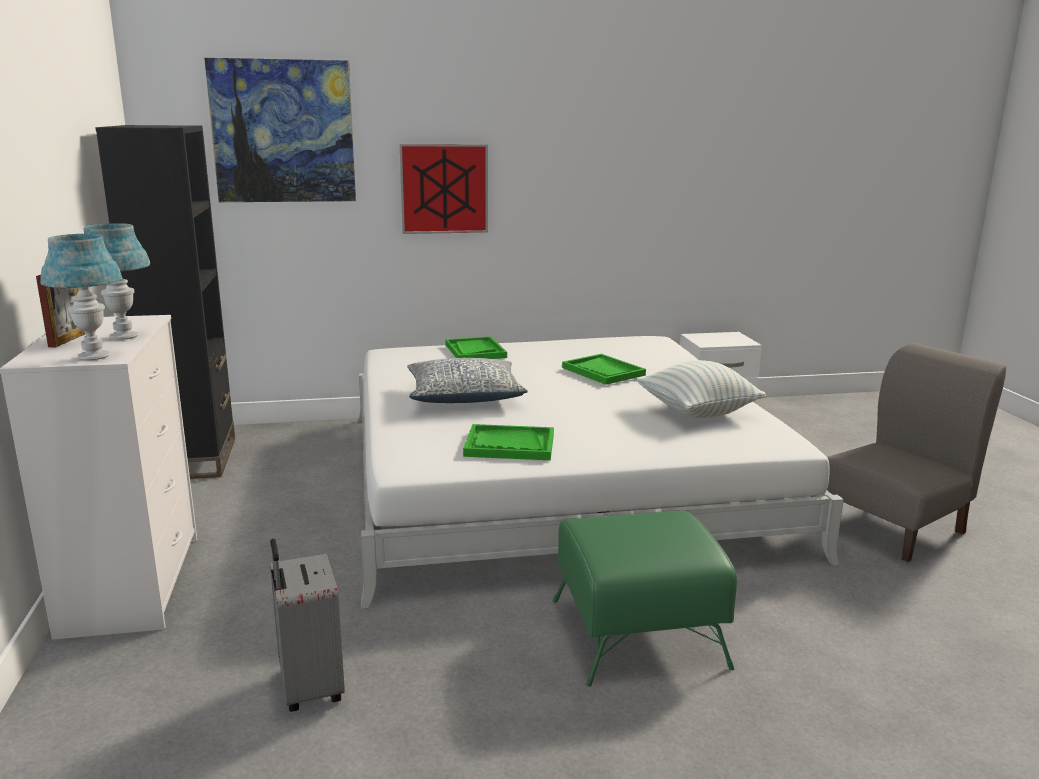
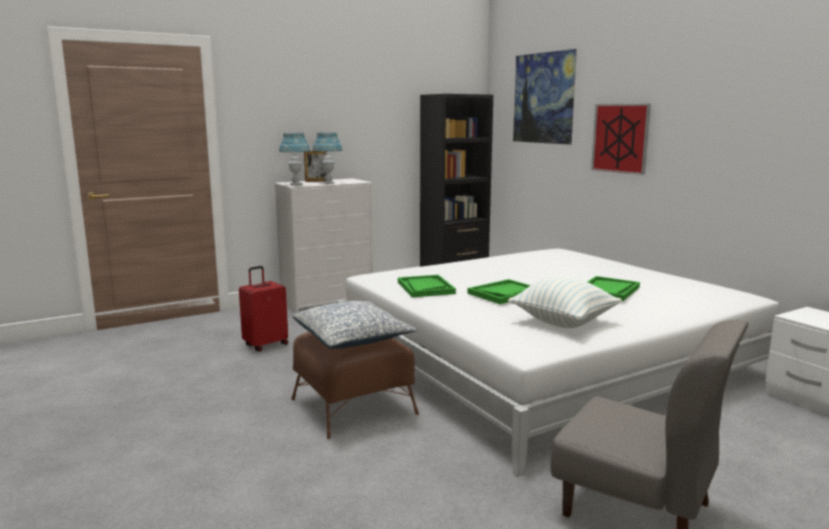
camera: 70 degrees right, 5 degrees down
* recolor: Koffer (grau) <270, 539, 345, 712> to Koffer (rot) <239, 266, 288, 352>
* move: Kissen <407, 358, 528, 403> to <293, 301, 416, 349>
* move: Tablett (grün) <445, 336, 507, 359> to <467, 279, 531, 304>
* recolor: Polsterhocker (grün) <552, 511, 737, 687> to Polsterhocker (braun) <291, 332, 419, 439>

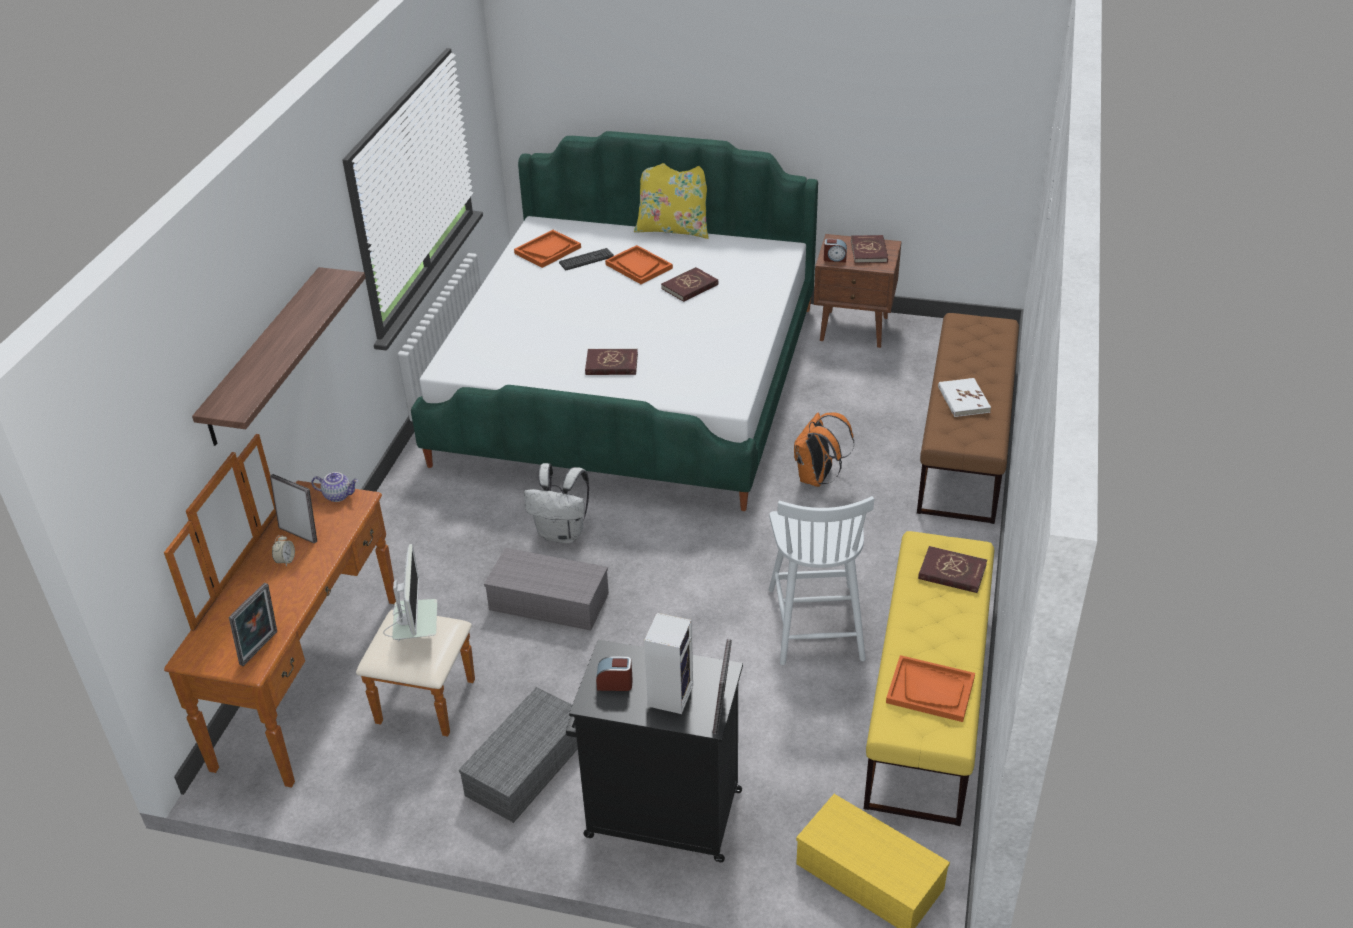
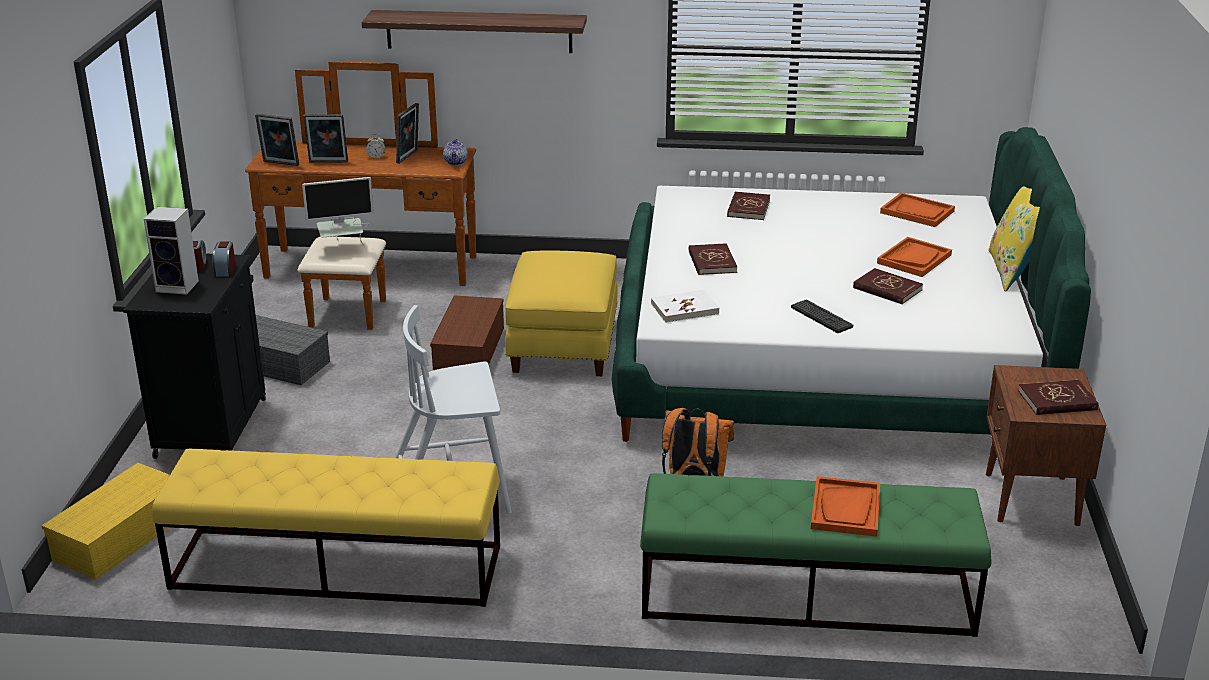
camera: 80 degrees right, 10 degrees down
* recolor: Aufbewahrungsbox (grau) <484, 548, 609, 630> to Aufbewahrungsbox (braun) <430, 295, 504, 370>
* replace: Rucksack (weiß) <524, 463, 589, 543> to Polsterhocker (gelb) <505, 251, 618, 376>
* move: Tastatur <559, 248, 614, 270> to <791, 299, 853, 333>
* move: Bilderrahmen <712, 639, 732, 734> to <303, 114, 348, 163>
* move: Wecker <824, 239, 847, 262> to <212, 241, 236, 277>
* move: Tablett (orange) <886, 655, 975, 722> to <811, 476, 880, 537>
* recolor: Bank (braun) <917, 313, 1019, 524> to Bank (grün) <640, 473, 992, 637>
* move: Buch (rot) <918, 546, 987, 593> to <727, 191, 770, 220>
* move: Buch (weiß) <938, 378, 991, 417> to <651, 290, 720, 323>

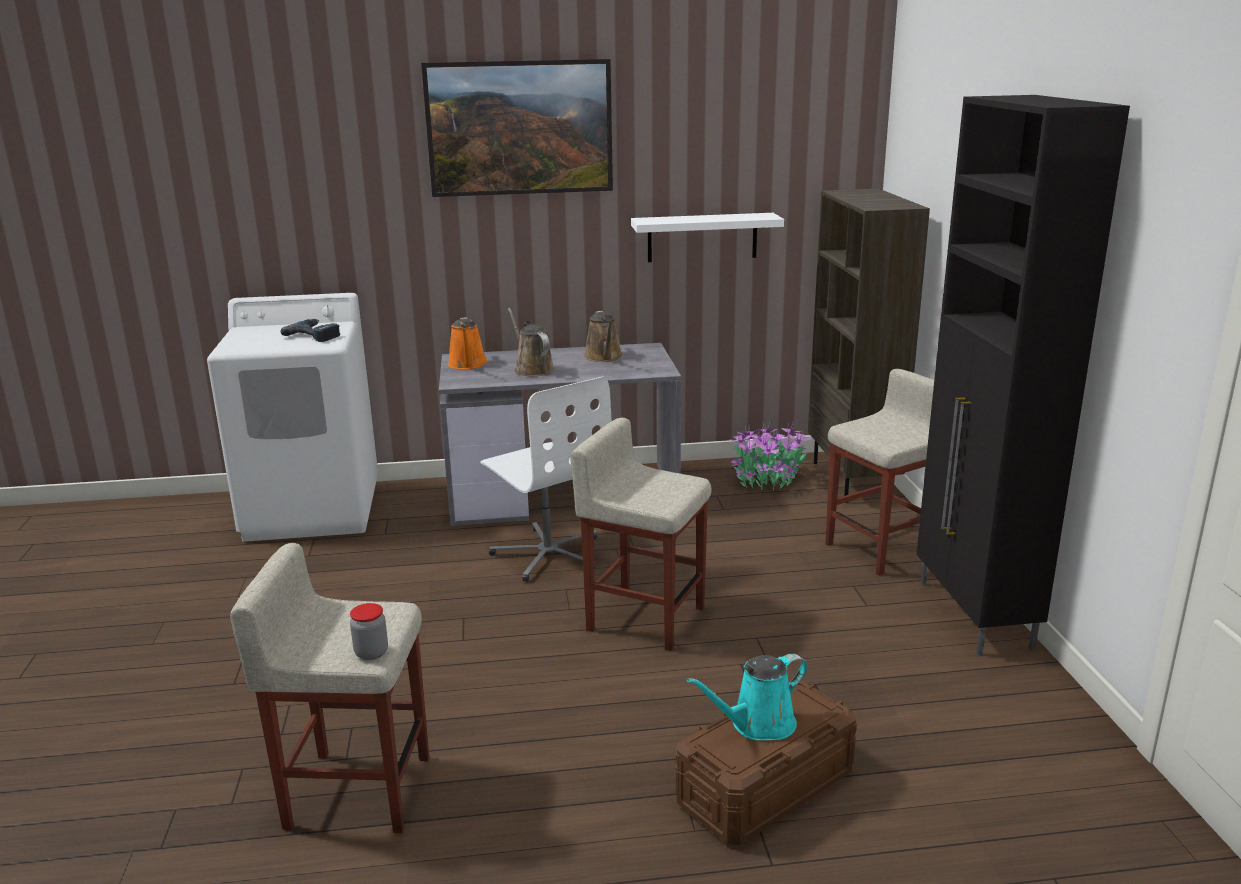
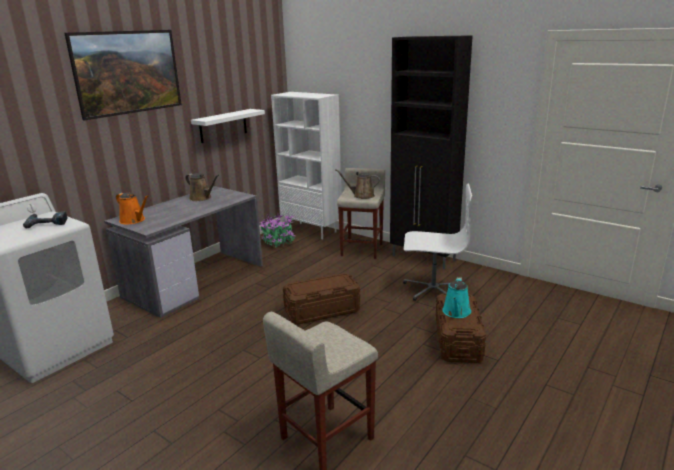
camera: 45 degrees left, 0 degrees up
* delete: Vorratsglas <350, 603, 388, 660>
* move: Bürostuhl (weiß) <480, 377, 612, 582> to <403, 183, 472, 301>
* move: Gießkanne (braun) <508, 308, 554, 376> to <335, 169, 380, 199>
* replace: Hocker (beige) <570, 418, 712, 651> to Aufbewahrungsbox (braun) <283, 273, 360, 324>
* recolor: Bücherregal (braun) <808, 189, 930, 503> to Bücherregal (weiß) <271, 92, 341, 239>

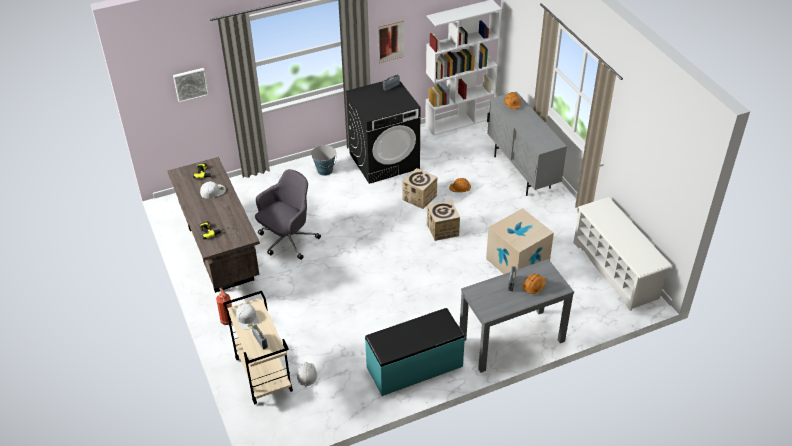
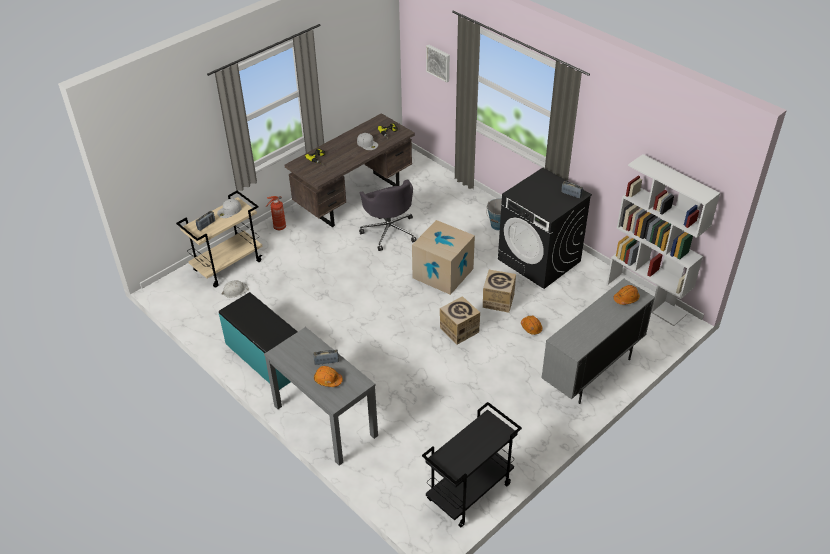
camera: 70 degrees right, 0 degrees up
* rotate: Bürostuhl (grau) <255, 169, 321, 260> = <359, 179, 417, 251> 45 degrees clockwise
* delete: Bild <378, 20, 404, 63>
* move: Karton <486, 208, 554, 274> to <412, 220, 475, 295>
* replace: Schuhregal (weiß) <573, 197, 672, 311> to Rollwagen (schwarz) <422, 402, 522, 528>

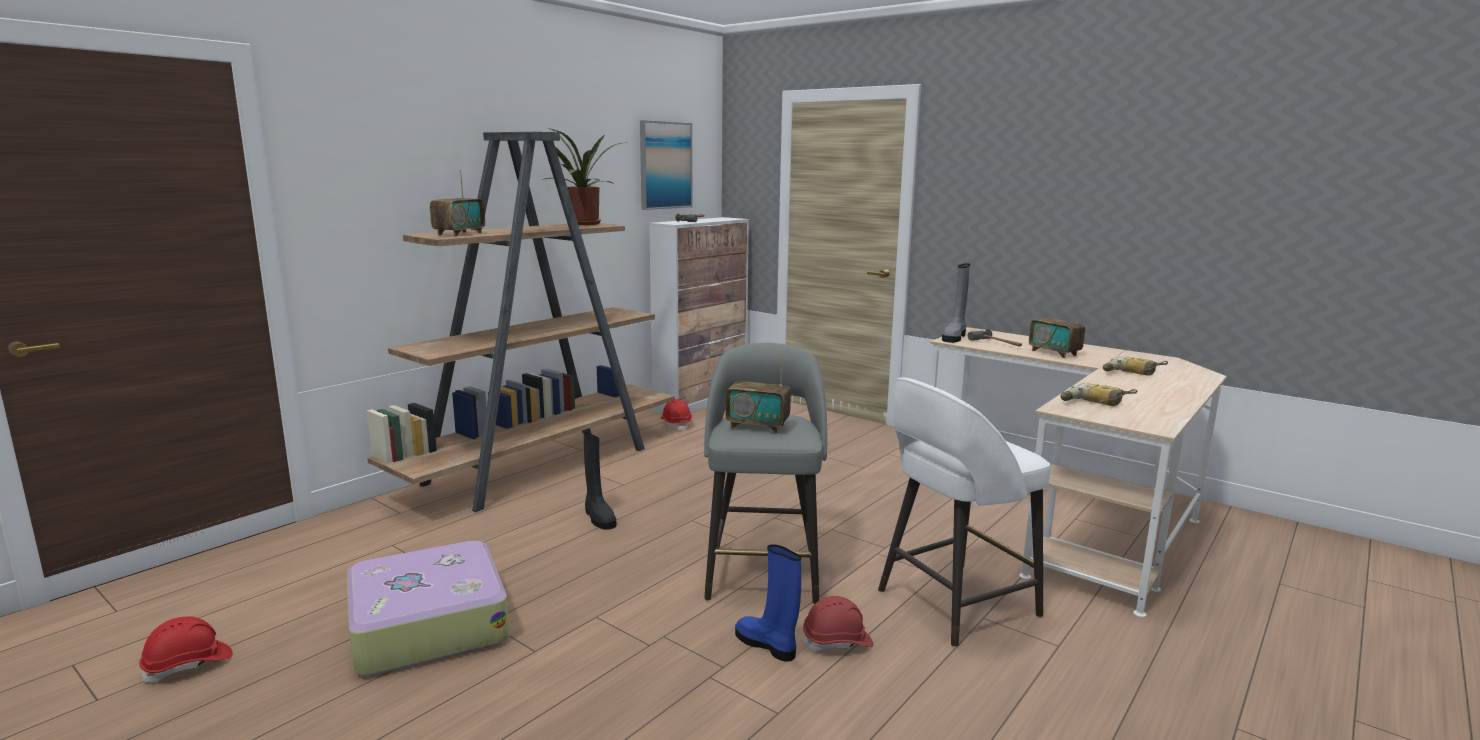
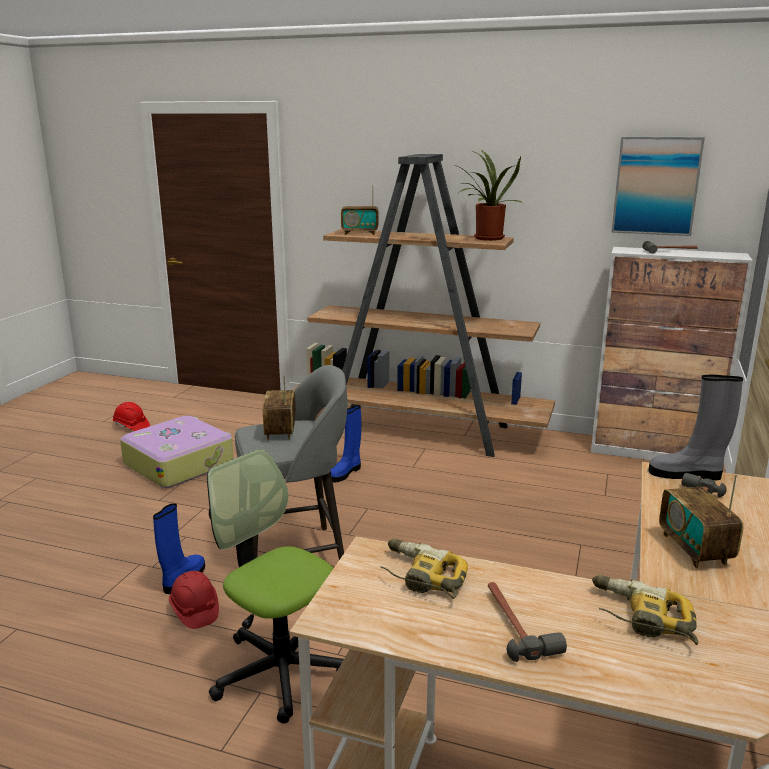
camera: 70 degrees right, 5 degrees up
* recolor: Stiefel (schwarz) <583, 432, 616, 530> to Stiefel (blau) <331, 405, 361, 483>
* delete: Schutzhelm (rot) <661, 399, 692, 431>
* replace: Hocker (weiß) <878, 377, 1051, 647> to Bürostuhl <207, 449, 344, 723>
* rotate: Radio <1029, 297, 1085, 358> = <659, 474, 743, 568> 45 degrees counterclockwise
* insert: Hammer <488, 582, 567, 662>

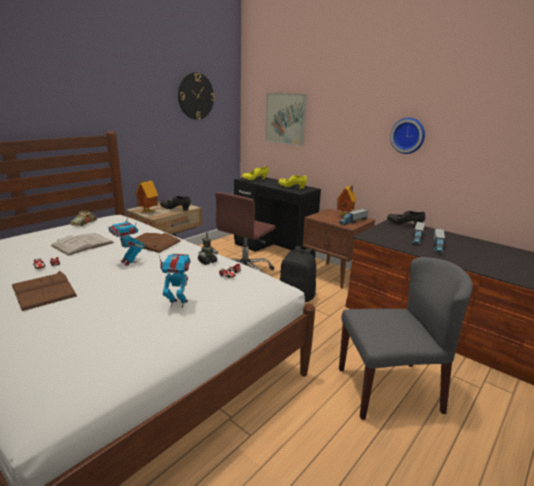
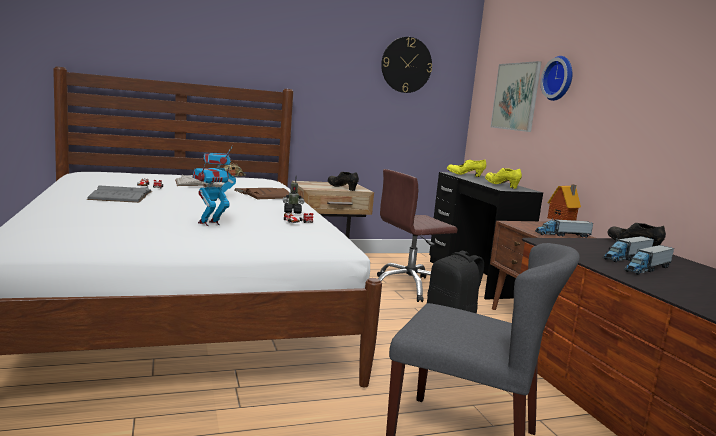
camera: 30 degrees right, 10 degrees down
* recolor: Buch (braun) <12, 271, 77, 311> to Buch (grau) <87, 185, 152, 203>
* delete: Spielzeughaus <136, 180, 158, 214>
* rotate: Spielzeugroboter <159, 254, 191, 308> = <192, 162, 231, 226> 75 degrees counterclockwise
* move: Wanduhr <390, 118, 425, 154> to <540, 56, 573, 101>

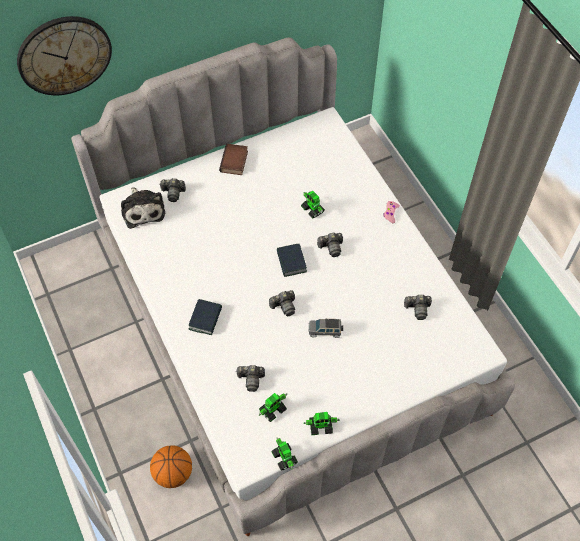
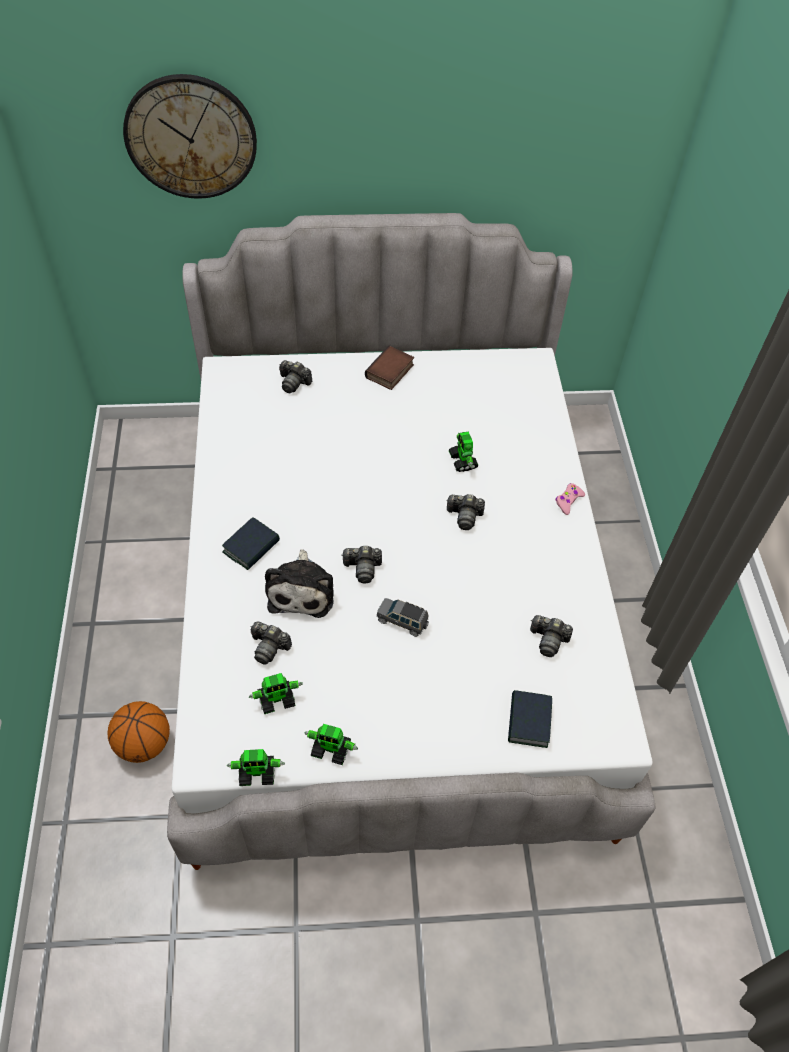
camera: 20 degrees right, 5 degrees down
* move: Plüschtier <121, 187, 165, 229> to <265, 549, 334, 618>
* rotate: Spielzeugroboter <271, 437, 298, 471> = <227, 749, 285, 786> 90 degrees counterclockwise
* move: Buch <277, 244, 307, 277> to <508, 690, 552, 748>

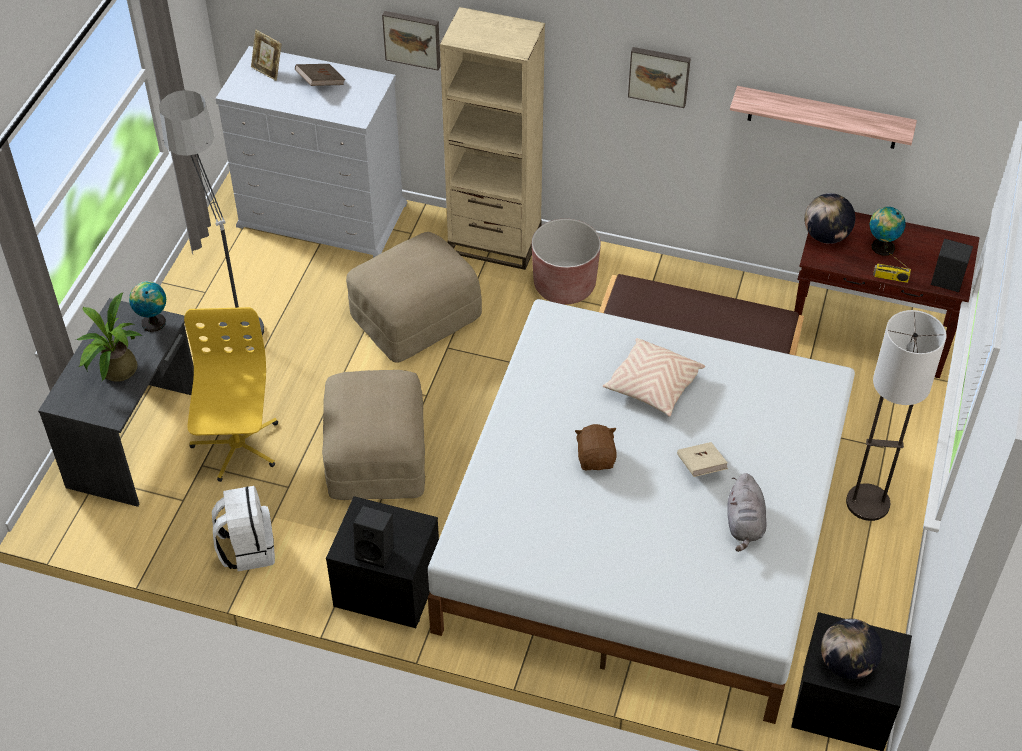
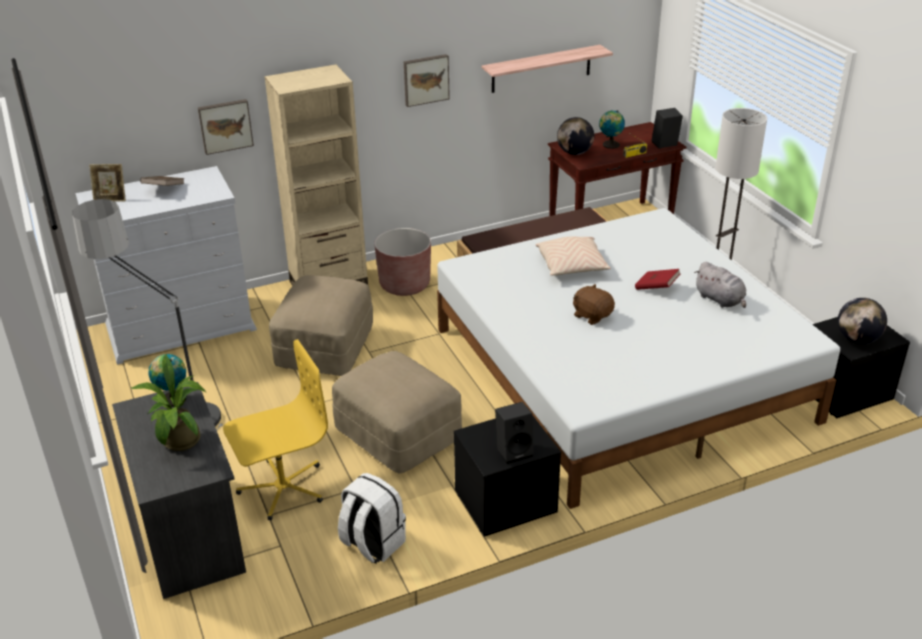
camera: 40 degrees left, 15 degrees down
* rotate: Bürostuhl (gelb) <184, 307, 278, 482> = <223, 339, 328, 520> 105 degrees clockwise
* recolor: Buch (beige) <677, 442, 728, 477> to Buch (rot) <635, 269, 680, 290>

